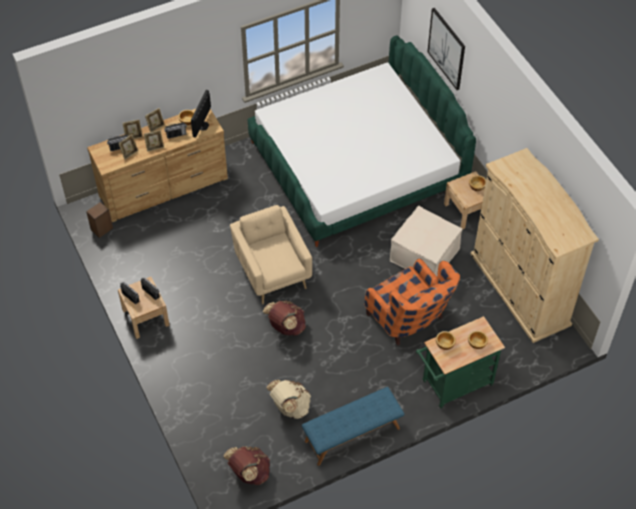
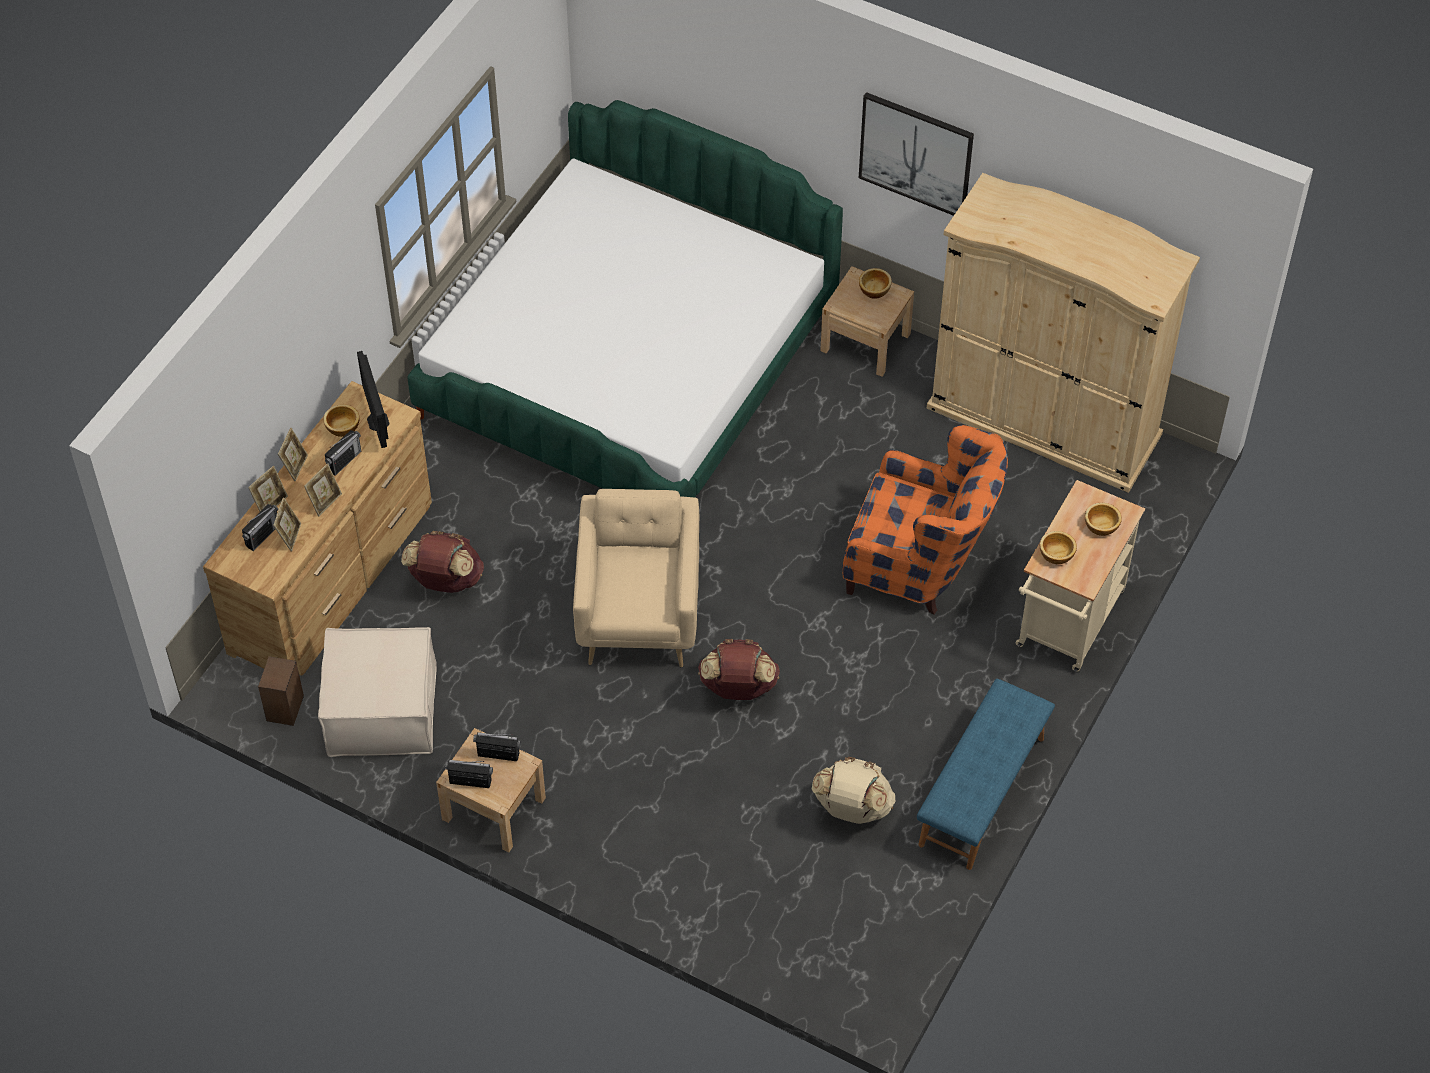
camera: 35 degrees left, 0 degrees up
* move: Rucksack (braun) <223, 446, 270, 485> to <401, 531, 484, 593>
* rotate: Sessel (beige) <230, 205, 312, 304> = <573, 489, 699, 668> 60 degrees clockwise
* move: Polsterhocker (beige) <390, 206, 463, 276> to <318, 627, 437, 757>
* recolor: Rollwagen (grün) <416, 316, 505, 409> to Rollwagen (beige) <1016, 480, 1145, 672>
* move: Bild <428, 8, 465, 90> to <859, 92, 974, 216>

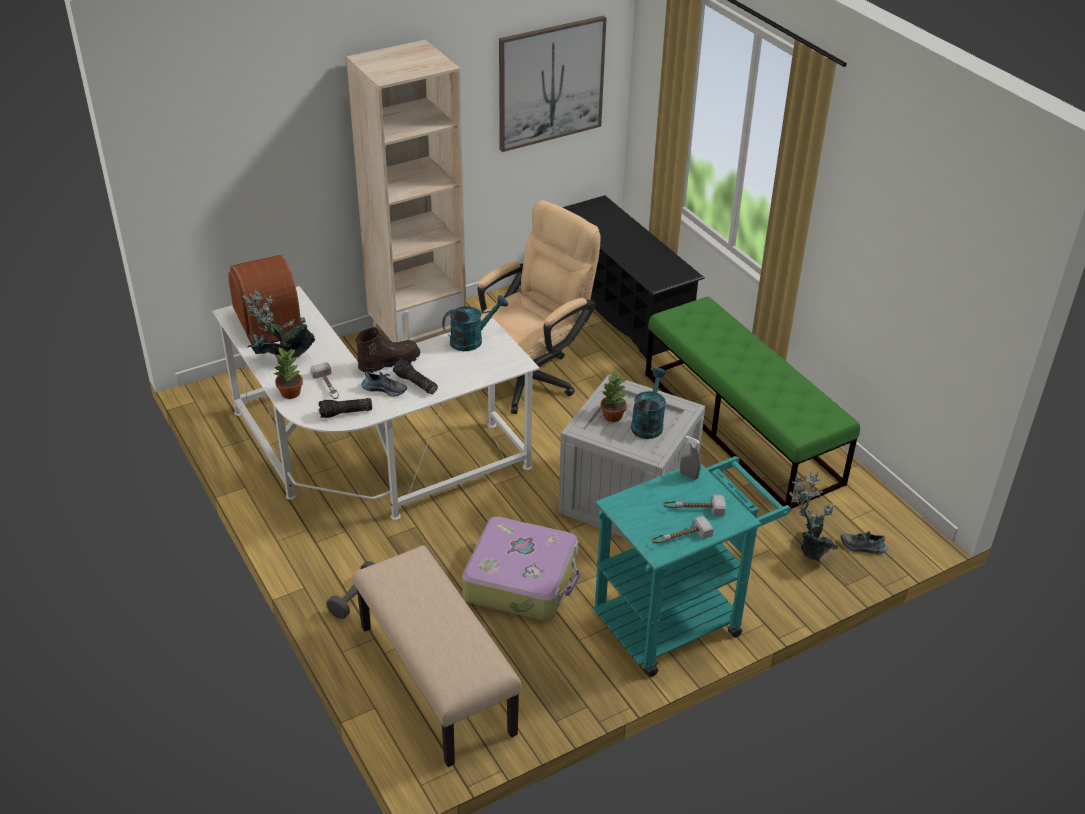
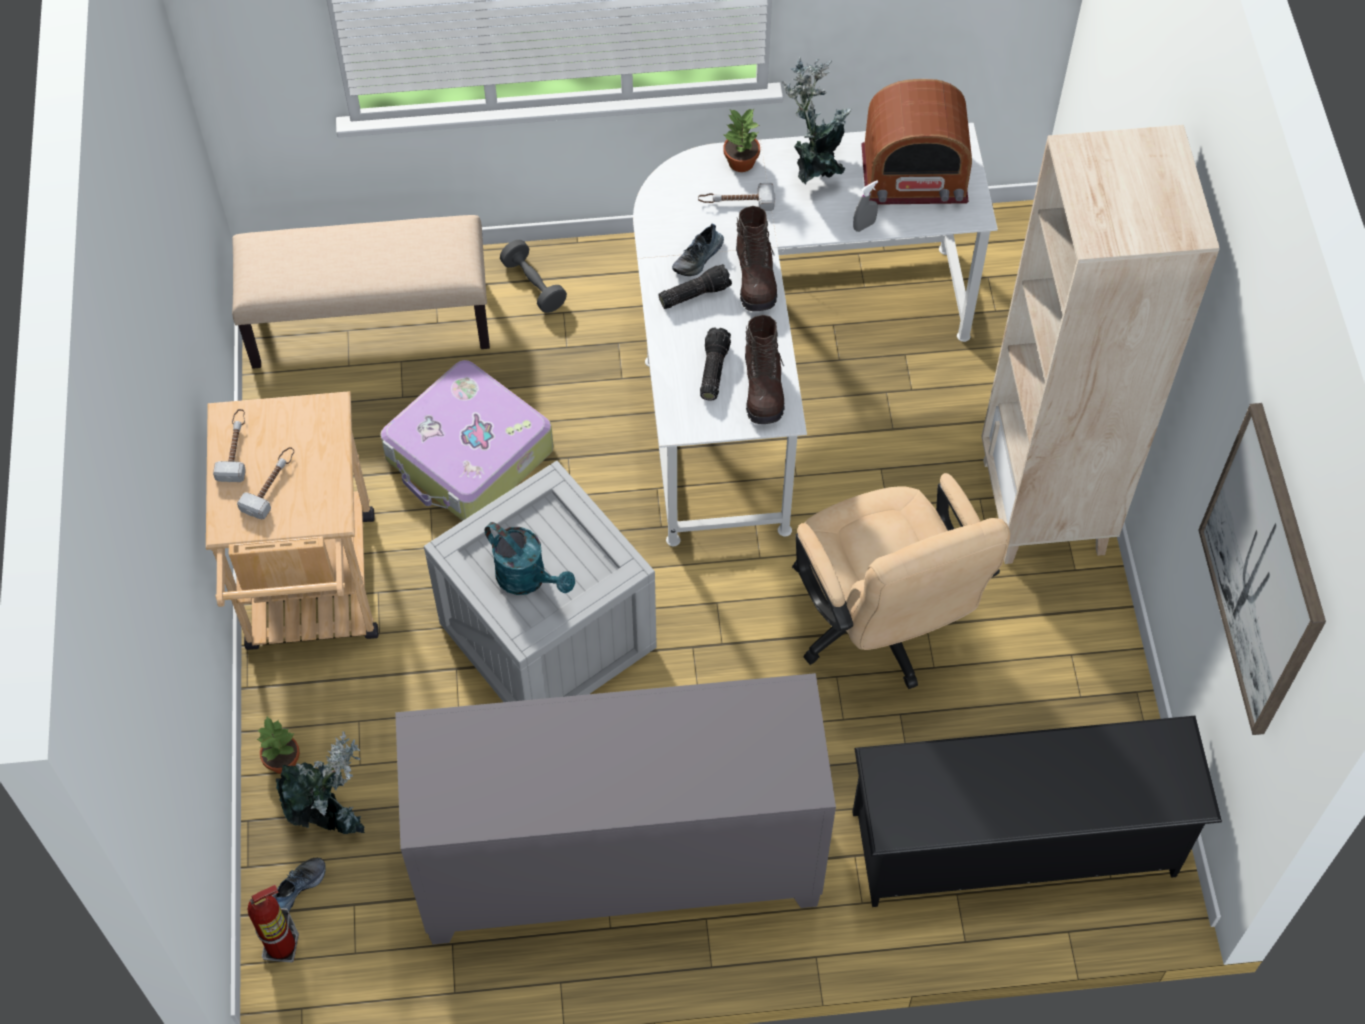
camera: 115 degrees right, 20 degrees up
* move: Taschenlampe <319, 398, 372, 418> to <700, 327, 731, 401>
* replace: Gießkanne (türkis) <442, 295, 508, 351> to Stiefel (braun) <745, 315, 785, 424>
* recolor: Rollwagen (türkis) <593, 456, 791, 677> to Rollwagen (beige) <206, 391, 379, 650>
* move: Topfpflanze <601, 370, 628, 422> to <257, 717, 300, 774>
* replace: Bank (grün) <645, 297, 860, 509> to Schrank (grau) <395, 673, 836, 944>
* move: Sprühflasche (grau) <680, 436, 701, 480> to <853, 180, 878, 232>
* insert: Feuerlöscher <248, 885, 299, 963>

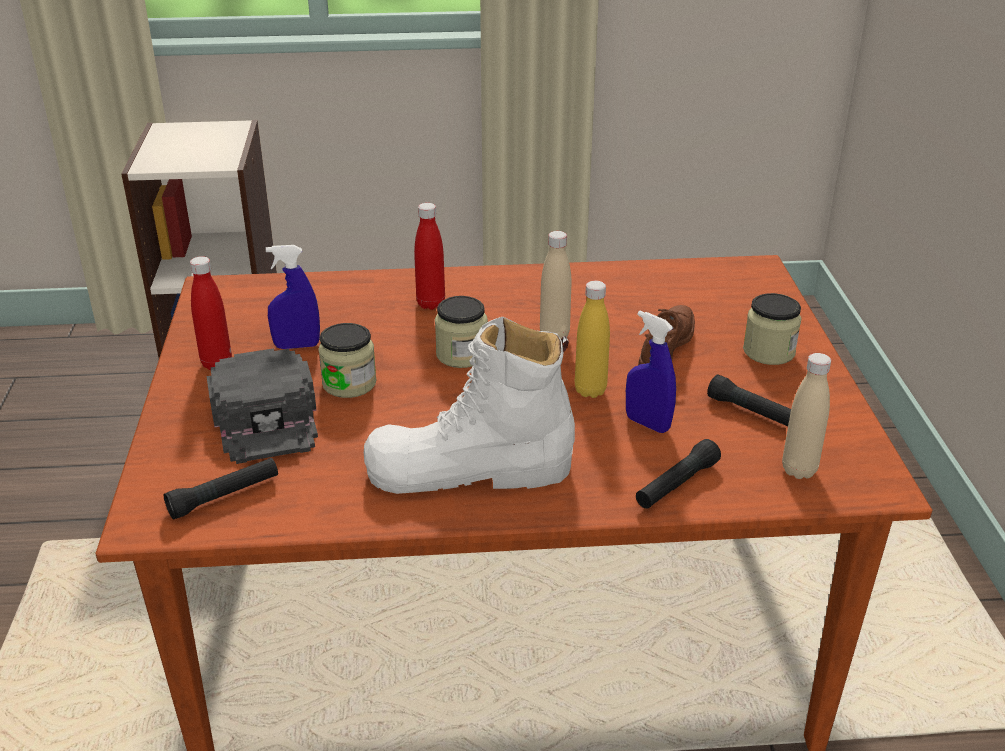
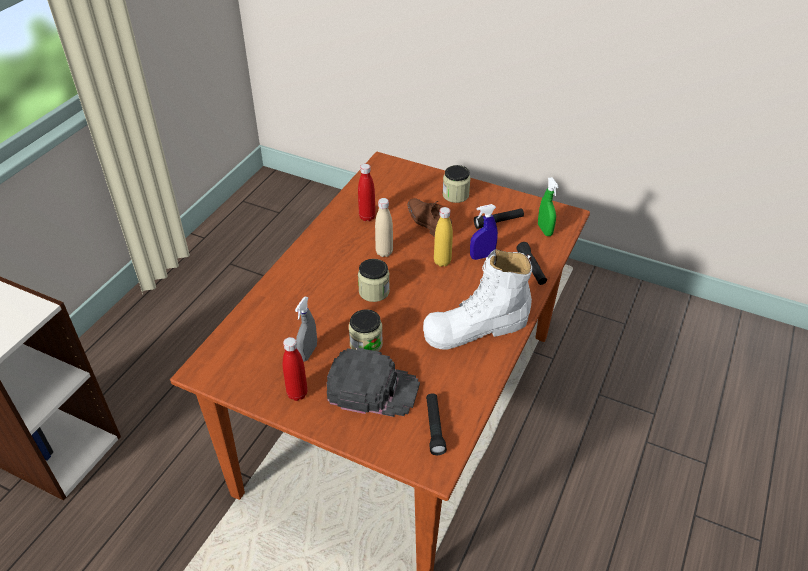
camera: 60 degrees left, 10 degrees up
* recolor: Sprühflasche (blau) <266, 245, 320, 349> to Sprühflasche (grau) <295, 297, 317, 362>
* rotate: Stiefel (weiß) <364, 316, 575, 494> = <423, 249, 532, 350> 45 degrees clockwise
* move: Flasche (rot) <414, 203, 445, 310> to <358, 164, 376, 221>
* replace: Flasche (beige) <782, 353, 831, 479> to Sprühflasche (grün) <538, 177, 559, 236>

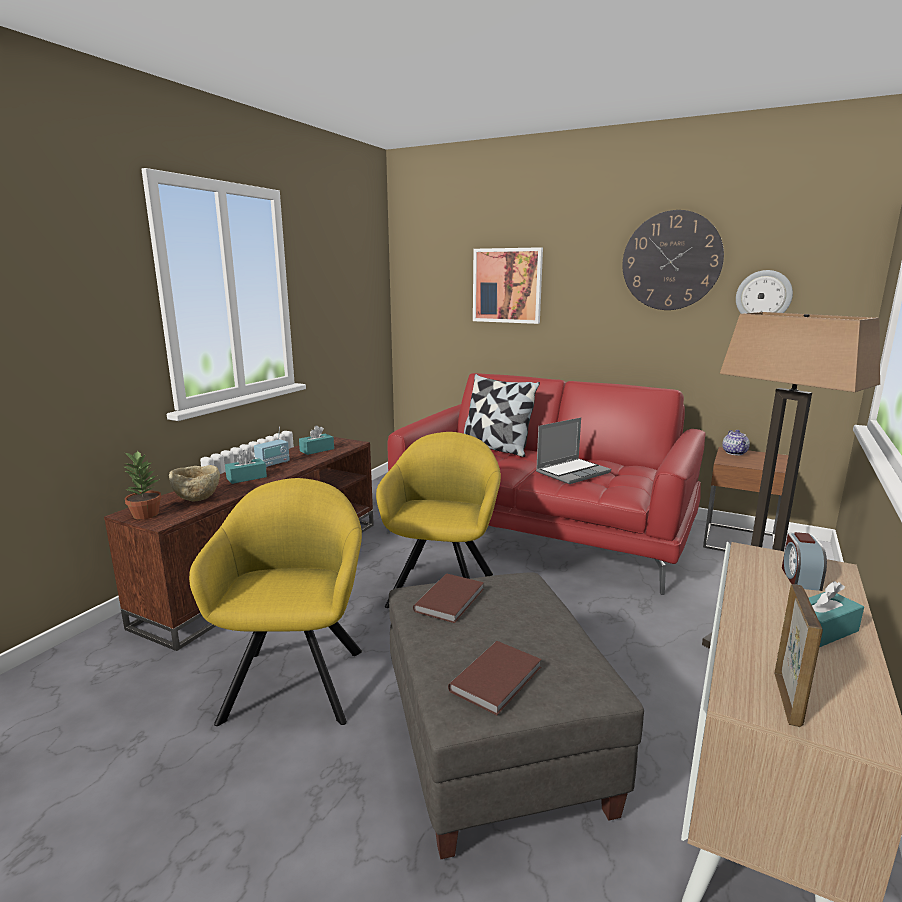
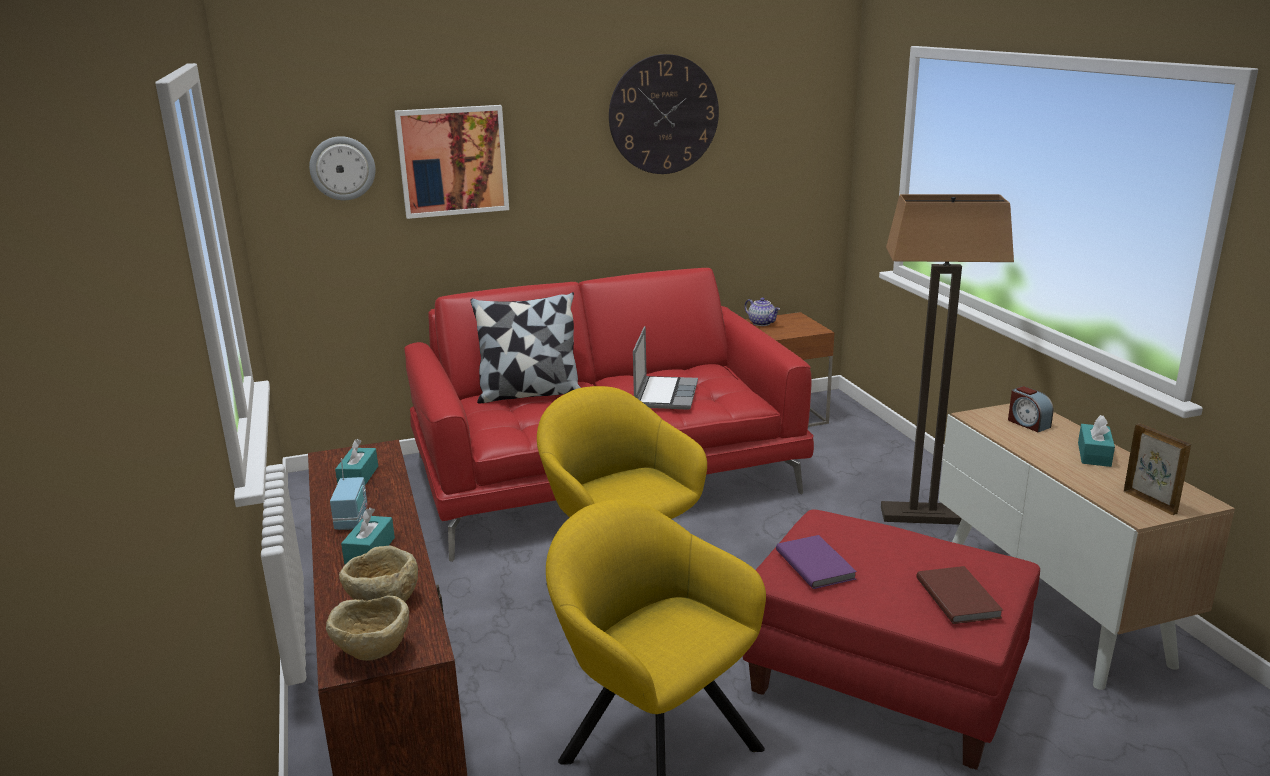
camera: 45 degrees left, 5 degrees up
* replace: Topfpflanze <124, 451, 162, 519> to Schüssel (beige) <326, 595, 409, 661>
* recolor: Polsterhocker (grau) <389, 572, 644, 859> to Polsterhocker (rot) <743, 509, 1040, 770>
* recolor: Buch (braun) <413, 574, 484, 623> to Buch (lila) <776, 535, 857, 589>
* move: Wanduhr <736, 270, 793, 314> to <309, 136, 375, 200>

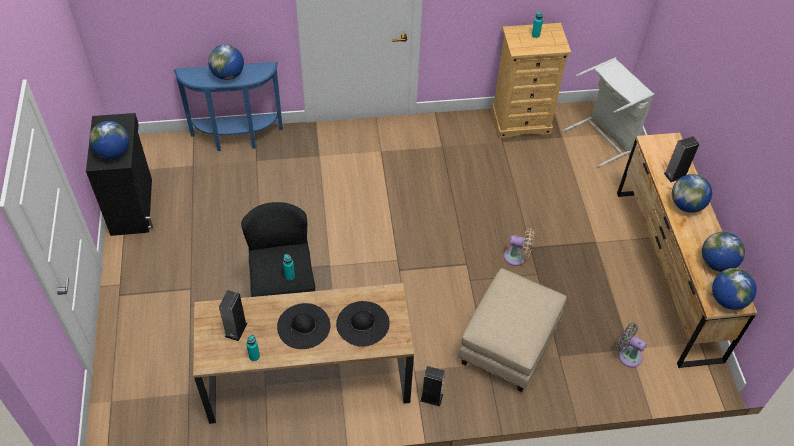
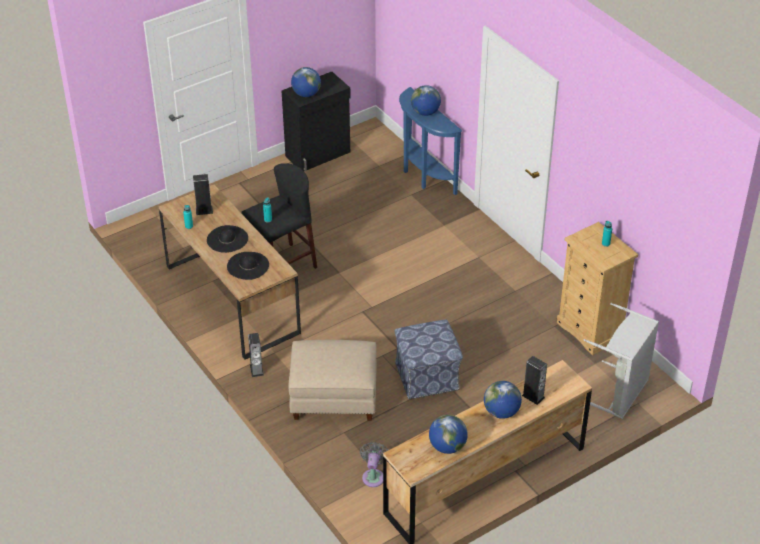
camera: 65 degrees right, 10 degrees down
* replace: Ventilator (beige) <504, 229, 534, 266> to Polsterhocker <394, 319, 463, 399>
* delete: Globus <712, 268, 757, 310>

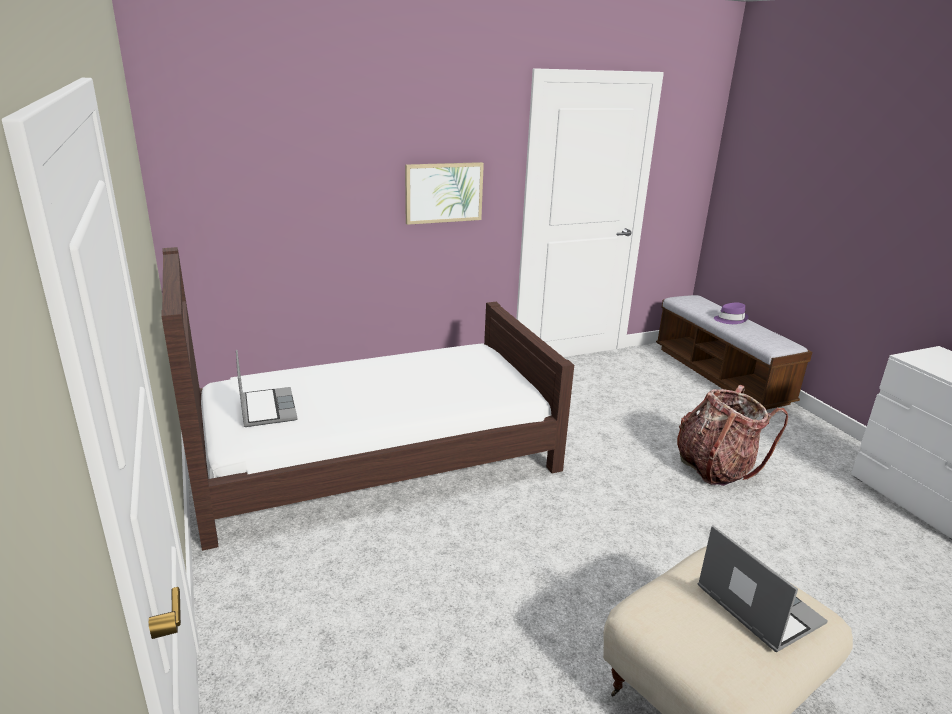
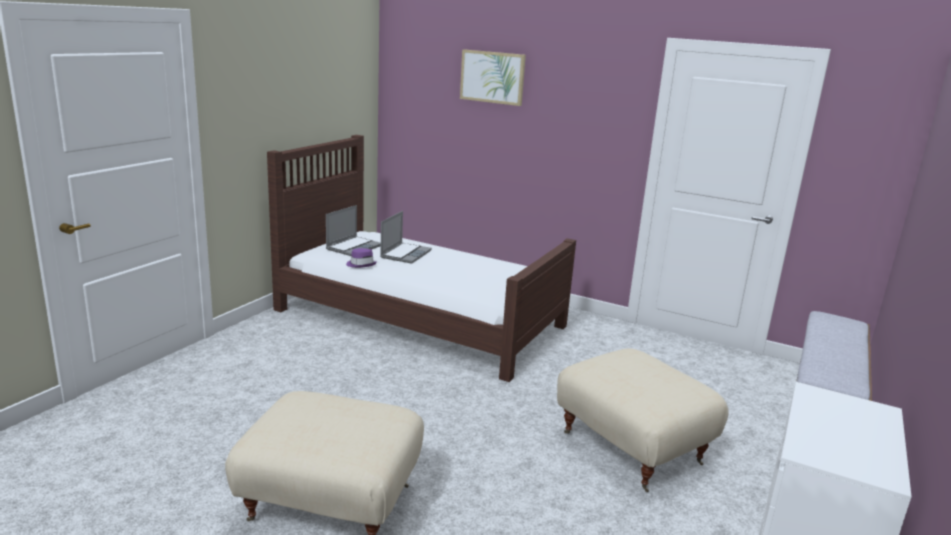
camera: 50 degrees right, 5 degrees down
* move: Bild <405, 162, 484, 225> to <460, 49, 526, 106>
* replace: Rucksack <677, 385, 788, 486> to Polsterhocker (beige) <557, 349, 729, 492>
* move: Laptop <698, 525, 828, 653> to <380, 211, 432, 264>
* move: Hut (lila) <714, 302, 748, 324> to <346, 248, 377, 268>

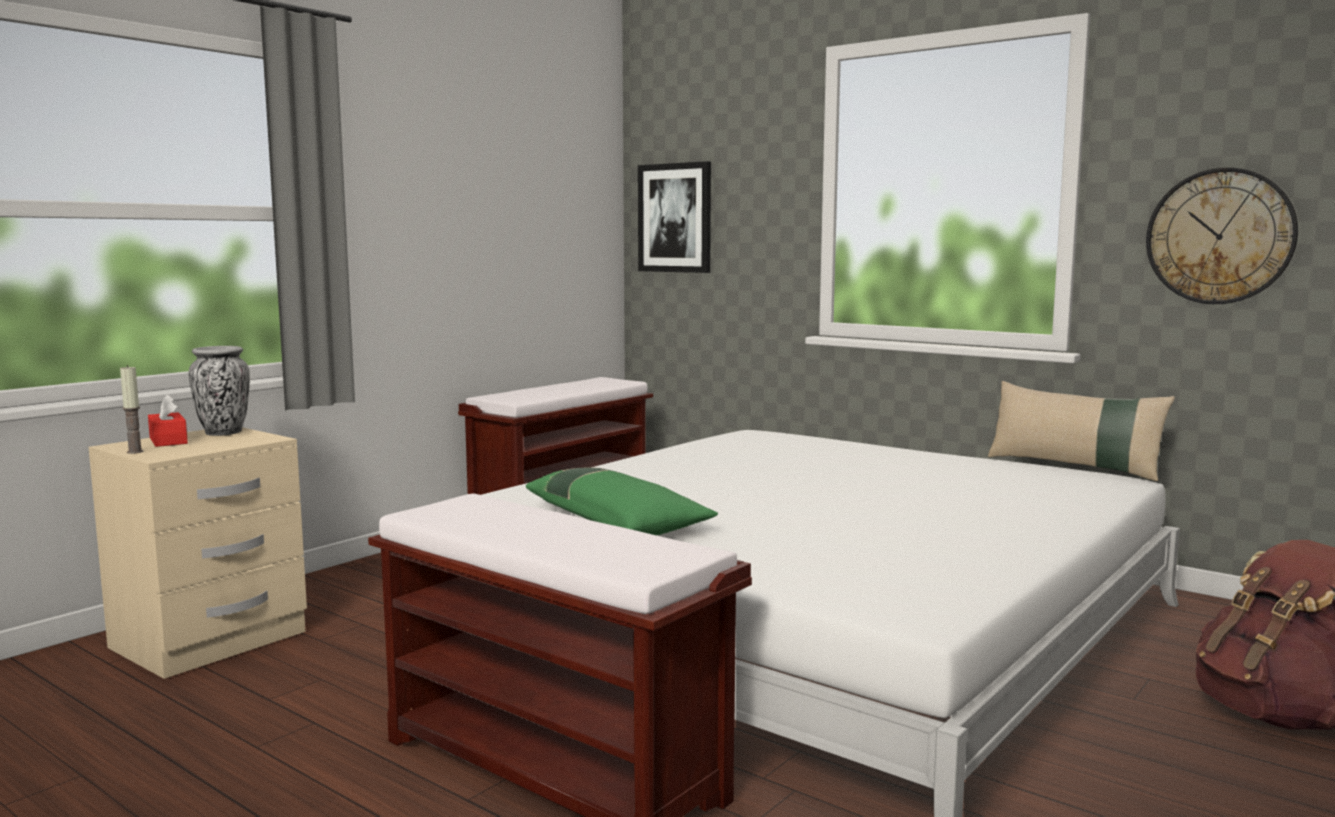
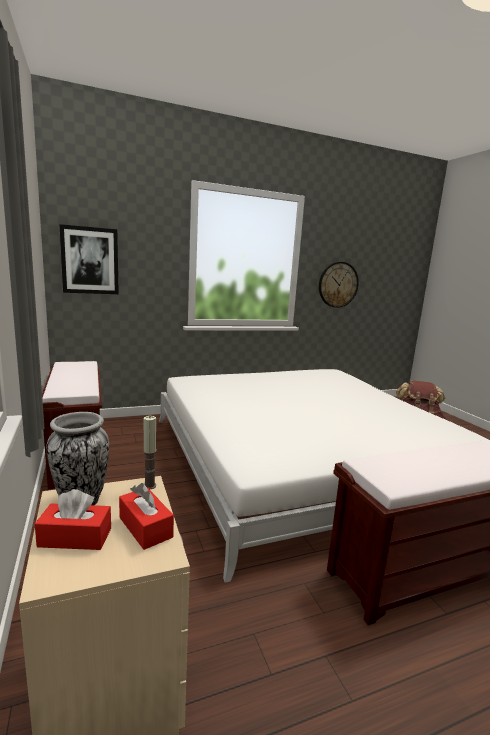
camera: 60 degrees left, 5 degrees up
* move: Kerze <120, 365, 143, 454> to <143, 416, 157, 489>
* delete: Kissen (grün) <526, 467, 718, 536>
* delete: Kissen (beige) <988, 381, 1175, 481>
* insert: Taschentuchbox (rot) <119, 483, 174, 550>

